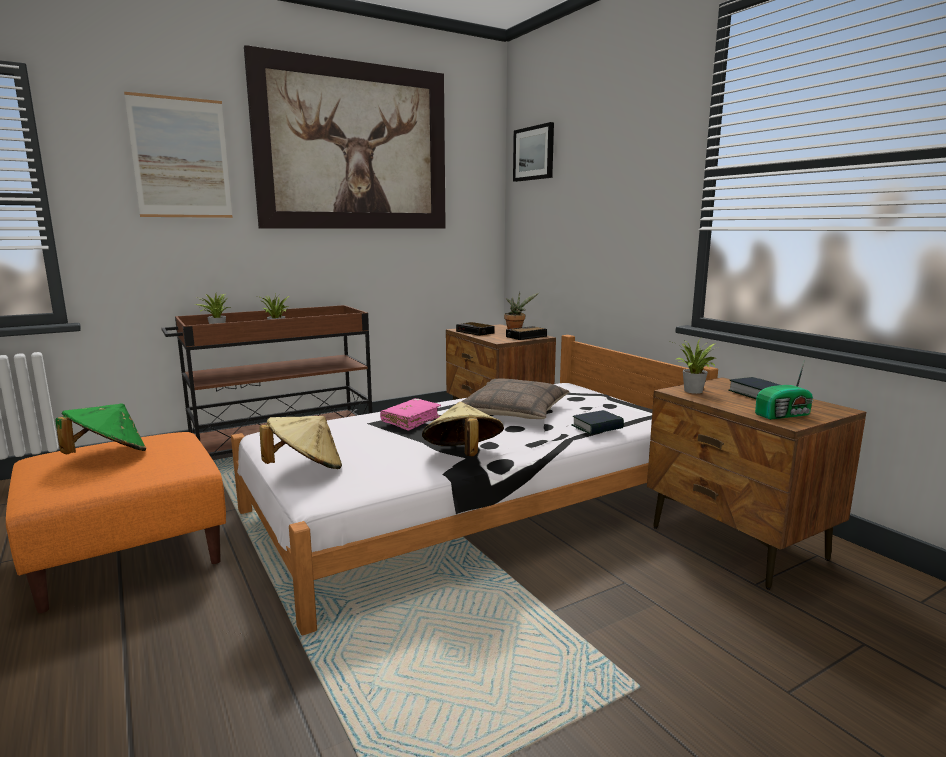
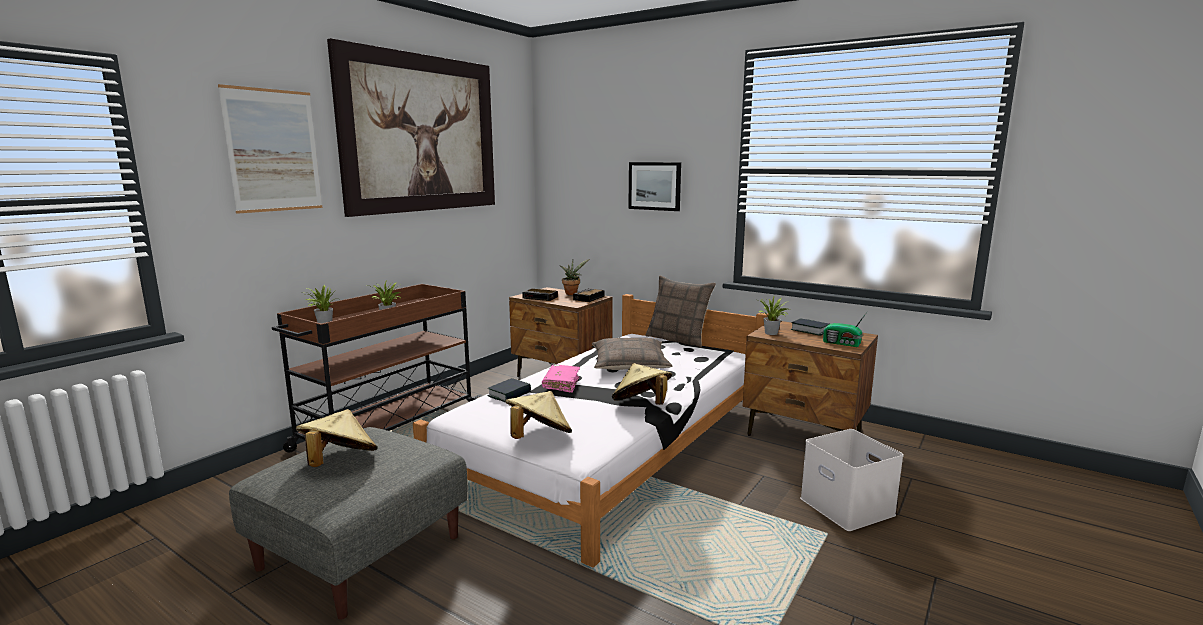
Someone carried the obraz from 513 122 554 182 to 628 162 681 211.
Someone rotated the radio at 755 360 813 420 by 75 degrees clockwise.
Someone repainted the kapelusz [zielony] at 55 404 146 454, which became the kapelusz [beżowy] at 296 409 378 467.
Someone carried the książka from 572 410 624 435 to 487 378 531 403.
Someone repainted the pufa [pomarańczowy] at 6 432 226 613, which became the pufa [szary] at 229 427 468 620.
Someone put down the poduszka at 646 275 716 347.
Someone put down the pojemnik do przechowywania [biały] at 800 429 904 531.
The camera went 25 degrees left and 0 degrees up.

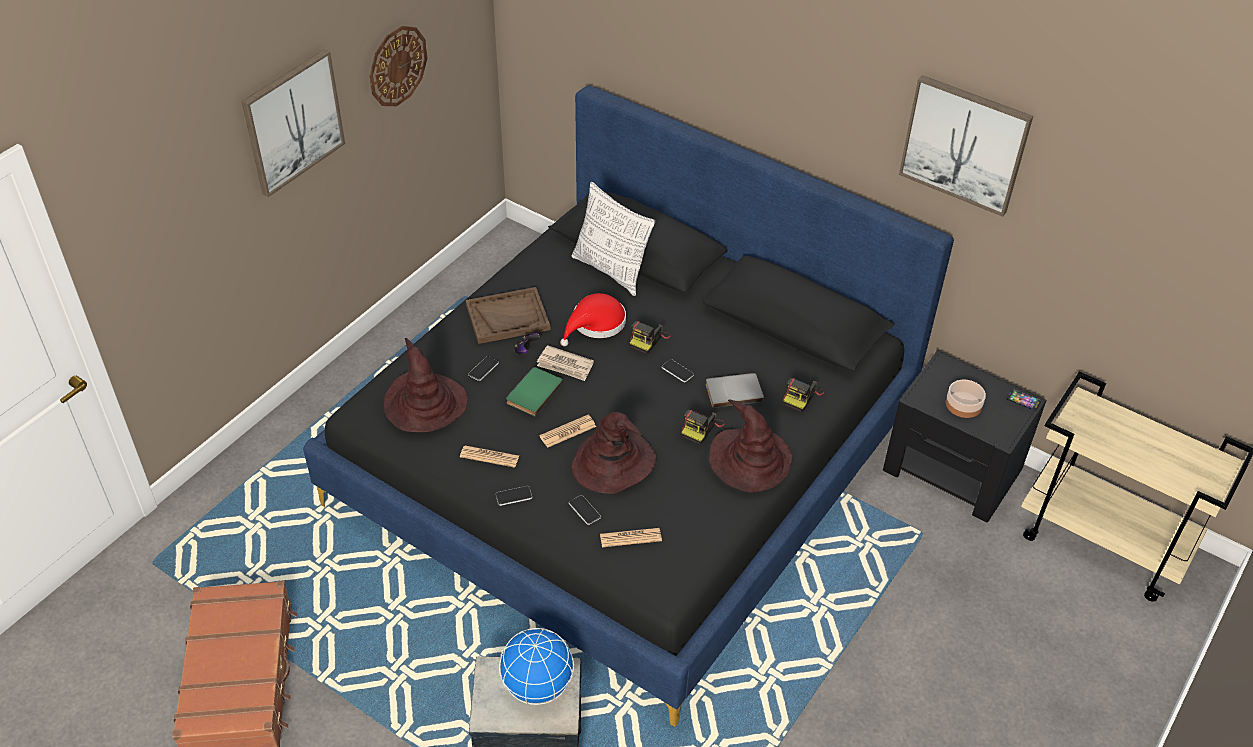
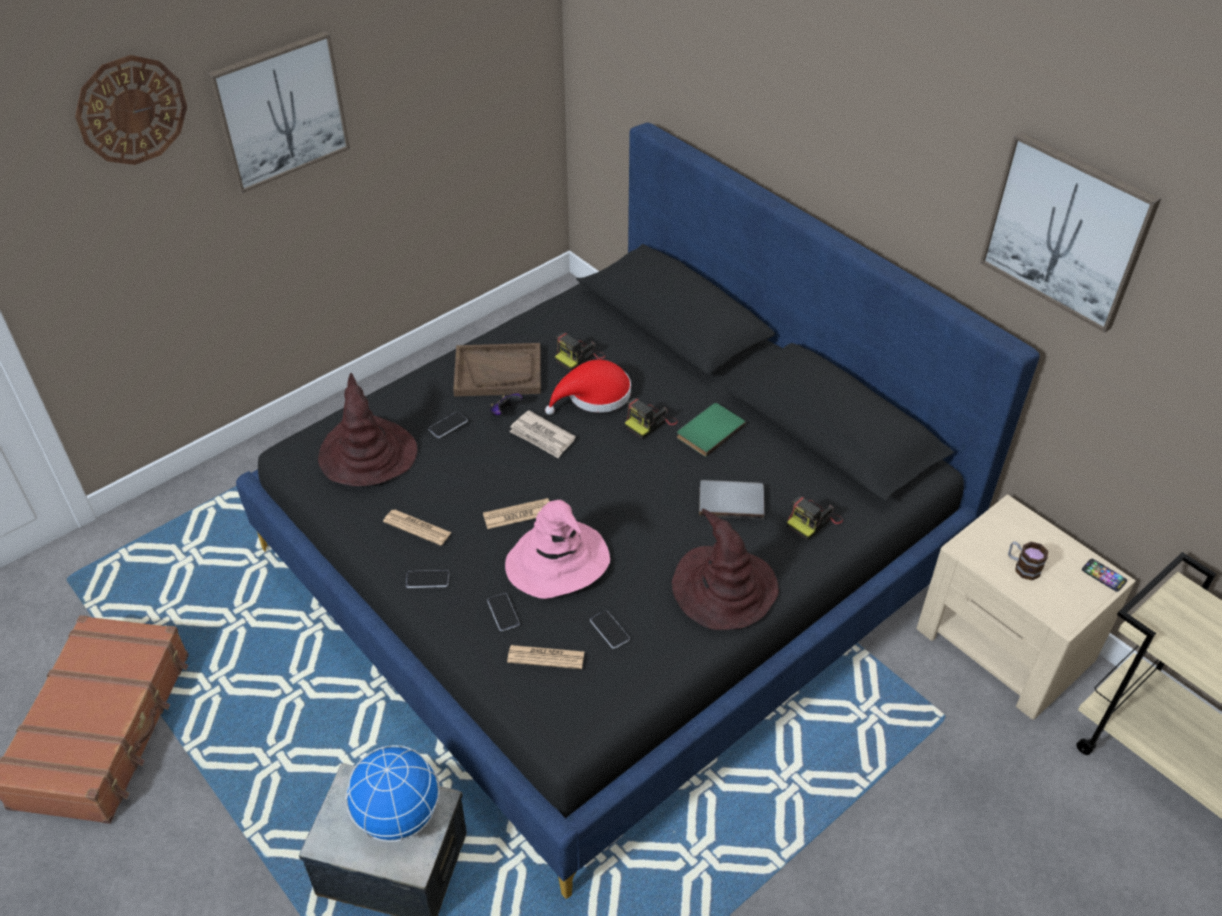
Someone carried the zegar ścienny from 369 26 427 106 to 75 55 187 165.
Someone took away the poduszka at 572 182 655 296.
Someone repainted the szafka nocna [czarny] at 883 350 1047 522, which became the szafka nocna [beżowy] at 916 494 1136 720.
Someone carried the telefon from 661 359 694 382 to 590 610 630 649.
Someone carried the książka [zielony] from 506 367 563 416 to 677 403 746 457.
Someone swapped the miska at 946 380 986 418 for the kubek at 1008 541 1048 580.
Someone carried the aparat fotograficzny from 681 410 725 444 to 555 332 606 371.
Someone repainted the kapelusz [brązowy] at 571 412 656 494, which became the kapelusz [różowy] at 505 500 610 599.
The camera went 15 degrees right and 0 degrees up.

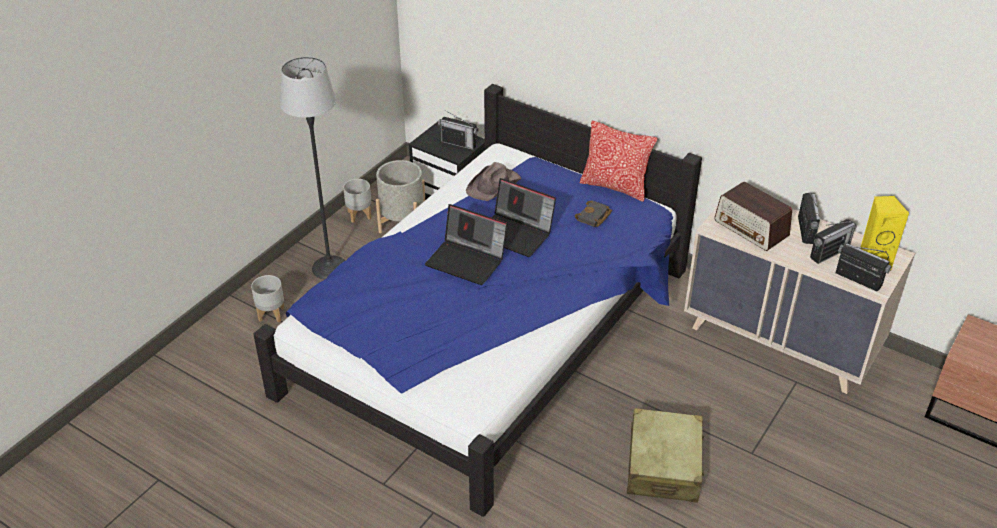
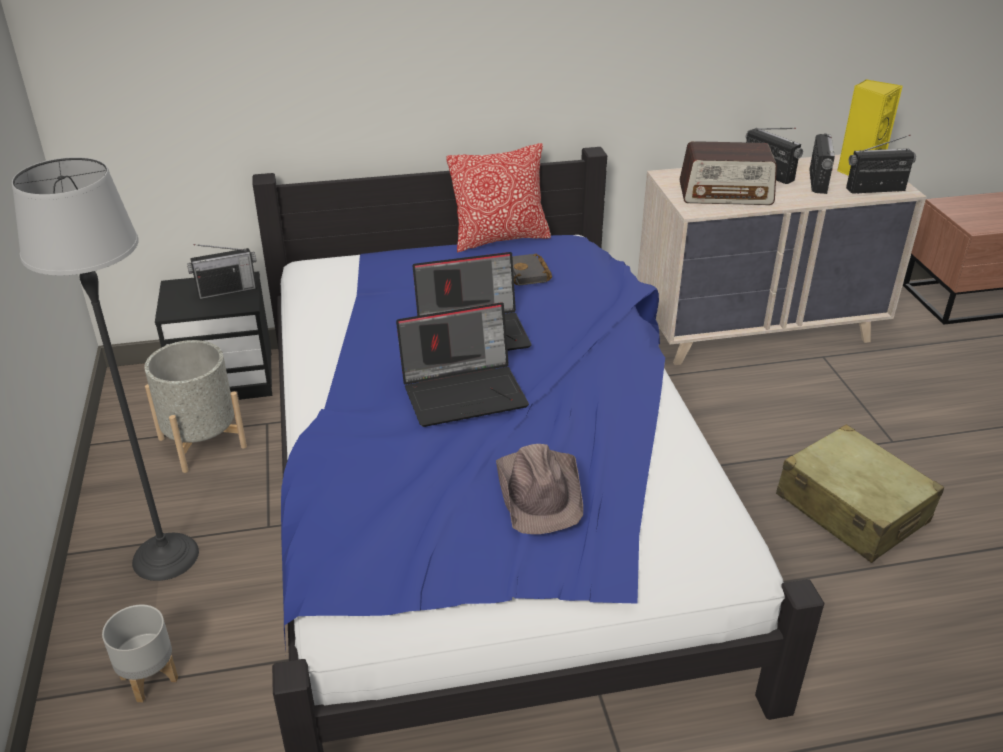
Someone carried the kapelusz [brązowy] from 466 162 521 201 to 496 444 583 534.
Someone took away the donica [szary] at 343 179 371 223.
The camera went 45 degrees left and 5 degrees down.

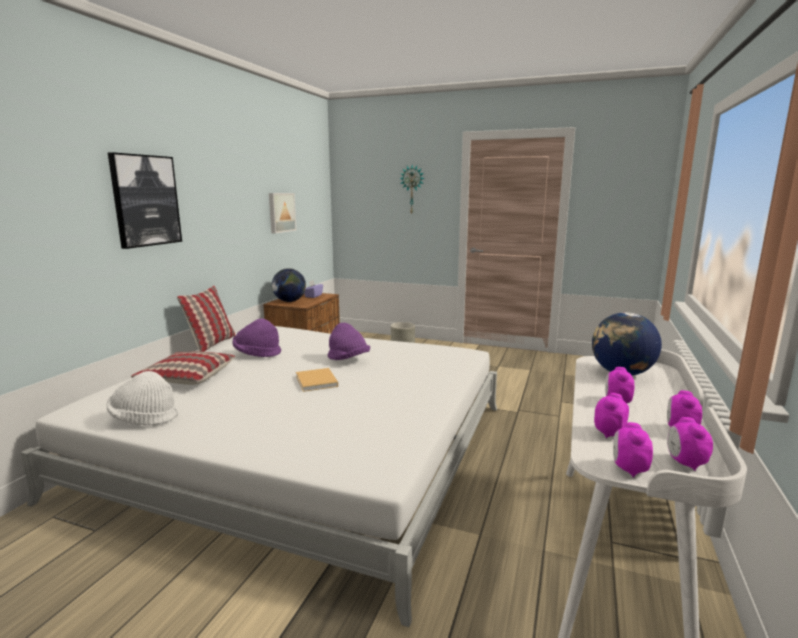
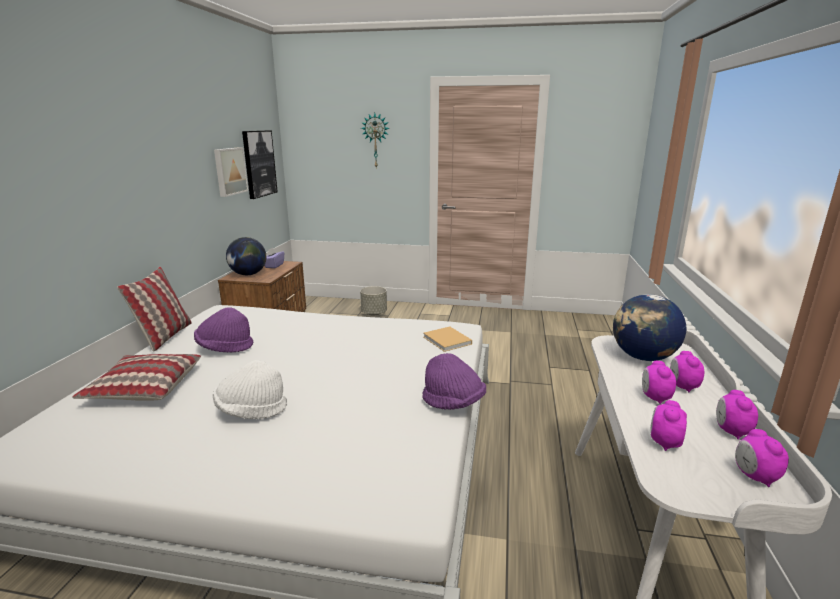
Someone carried the obraz from 108 152 182 249 to 242 130 278 199.
Someone carried the kapelusz [fioletowy] from 327 323 370 360 to 422 353 486 410.
Someone carried the książka [beżowy] from 296 368 338 392 to 424 326 472 352.
Someone carried the kapelusz [biały] from 106 371 179 425 to 213 360 287 419.
Someone carried the budzik from 613 422 653 477 to 670 351 704 392.
The camera went 10 degrees left and 5 degrees up.

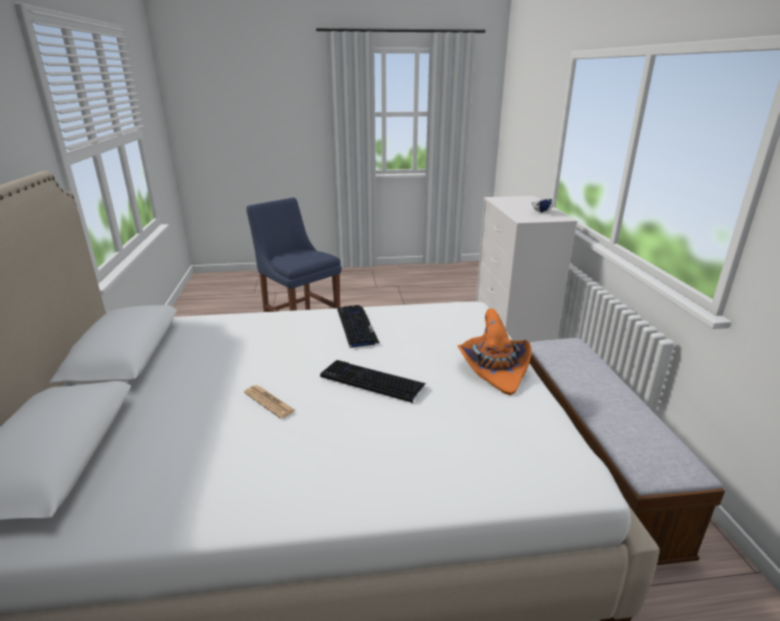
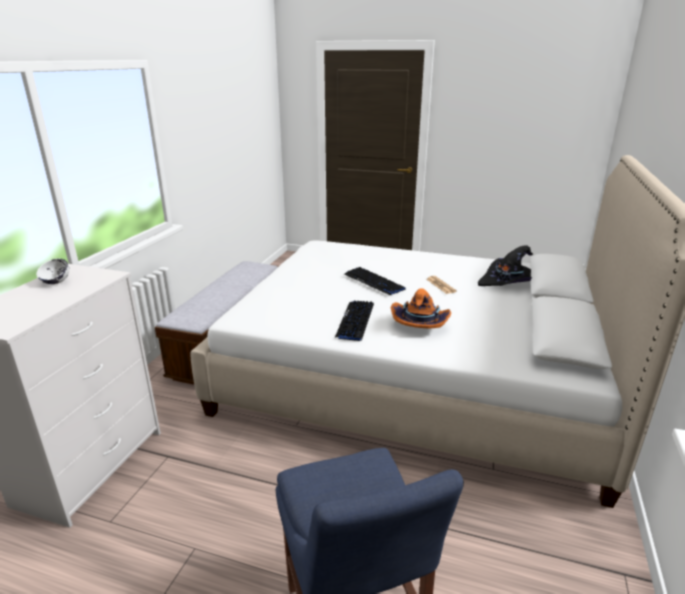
Someone carried the kapelusz [pomarańczowy] from 457 309 532 395 to 391 288 451 329.
Someone put down the kapelusz [czarny] at 478 246 533 286.
The camera went 155 degrees left and 0 degrees up.

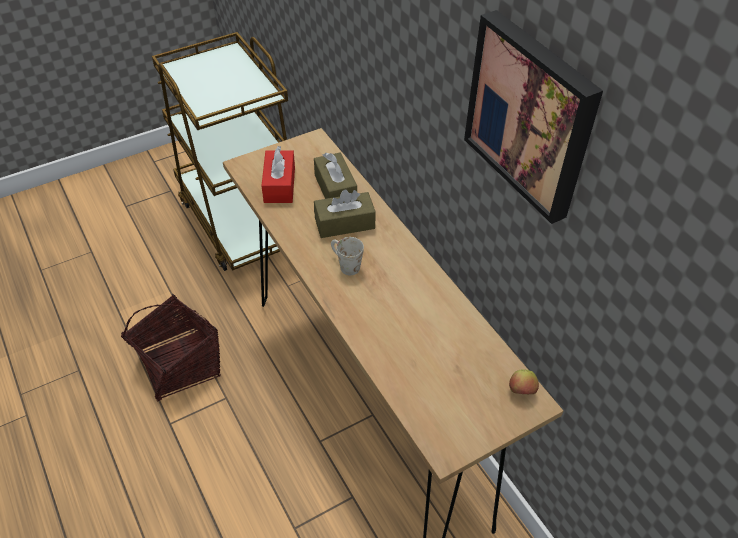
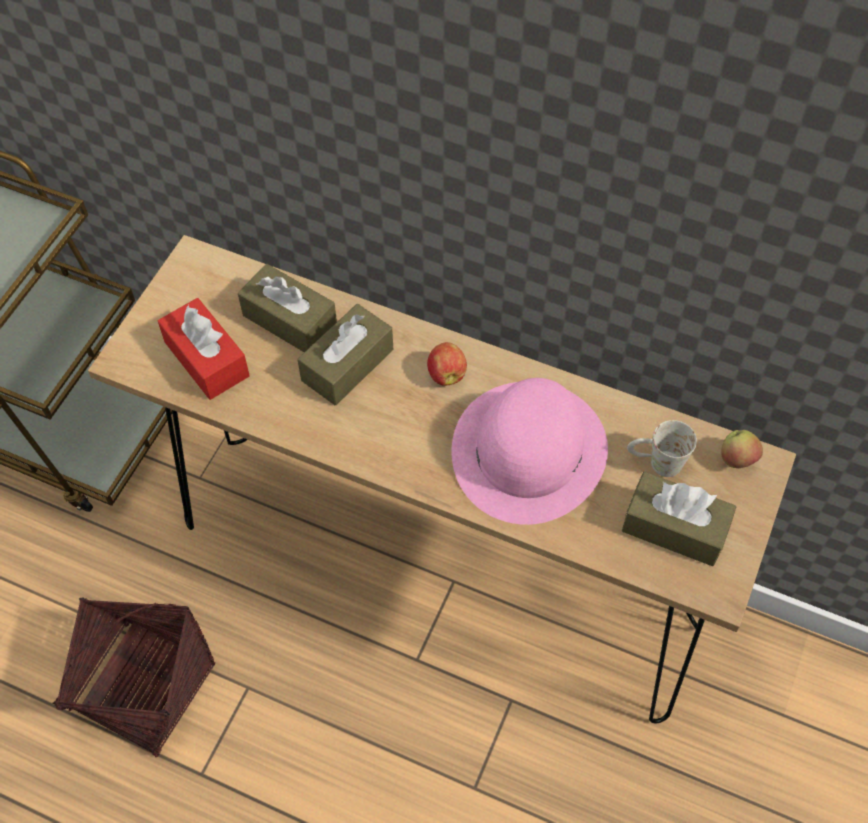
Someone took away the obraz at 464 10 603 224.
Someone carried the kubek [biały] from 331 237 364 275 to 627 420 697 477.
Someone put down the jabłko at 427 342 467 386.
Someone put down the kapelusz [różowy] at 452 378 608 525.
Someone put down the pudełko chusteczek [brązowy] at 622 472 736 566.
The camera went 35 degrees left and 10 degrees up.

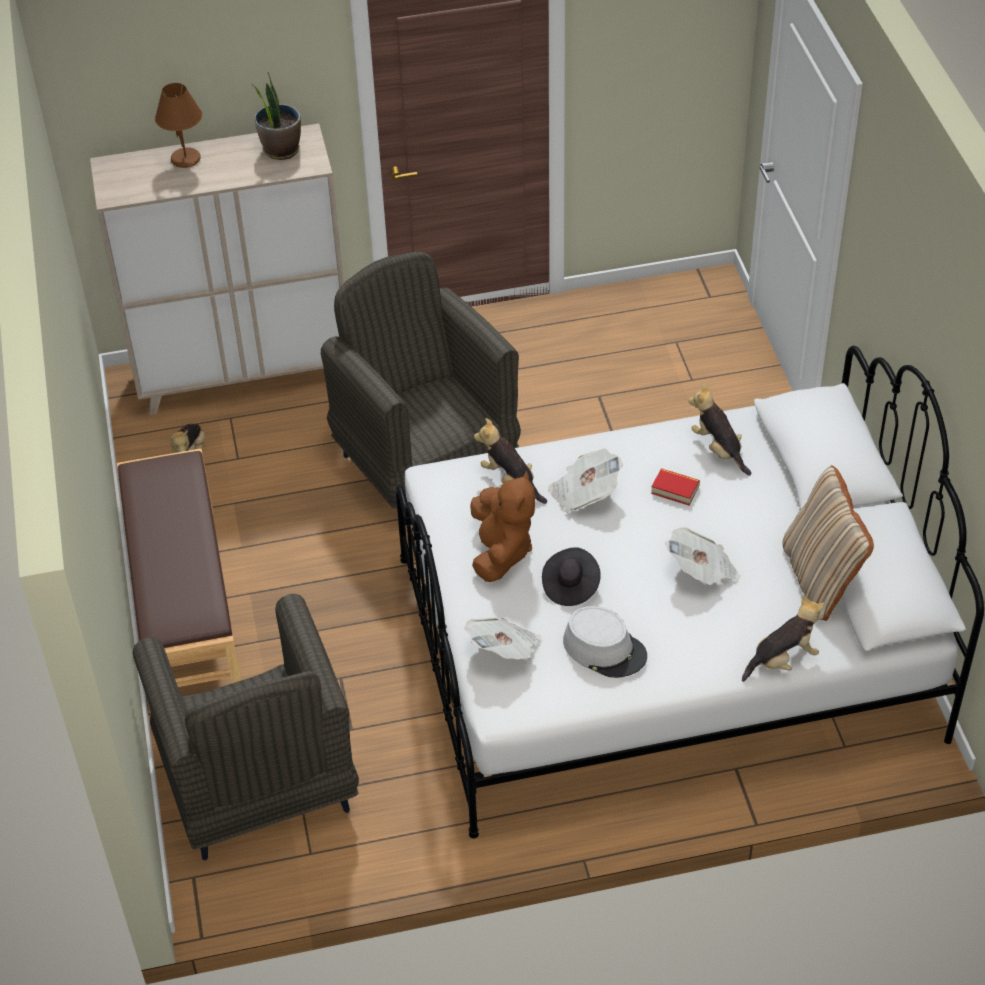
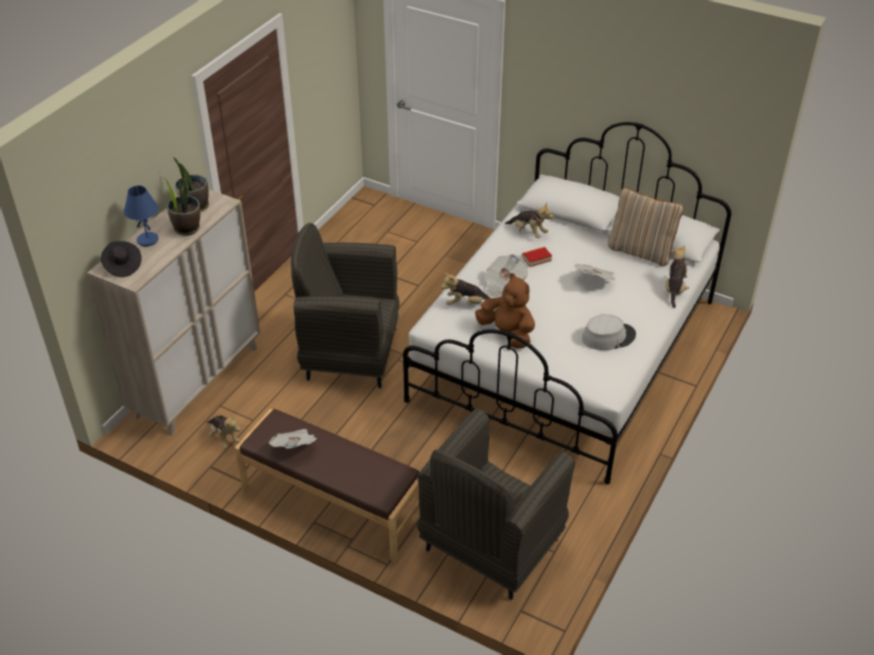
Someone repainted the lampa stołowa [brązowy] at 155 83 202 168, which became the lampa stołowa [niebieski] at 124 186 159 246.
Someone rotated the pluszak at 688 383 751 476 by 150 degrees counterclockwise.
Someone carried the kapelusz [czarny] from 542 547 601 606 to 101 241 142 277.
Someone rotated the fotel [szary] at 133 594 359 860 by 105 degrees clockwise.
Someone carried the gazeta from 465 618 542 660 to 269 429 317 449.
Someone put down the roślina doniczkowa at 165 173 200 236.
The camera went 50 degrees left and 5 degrees down.

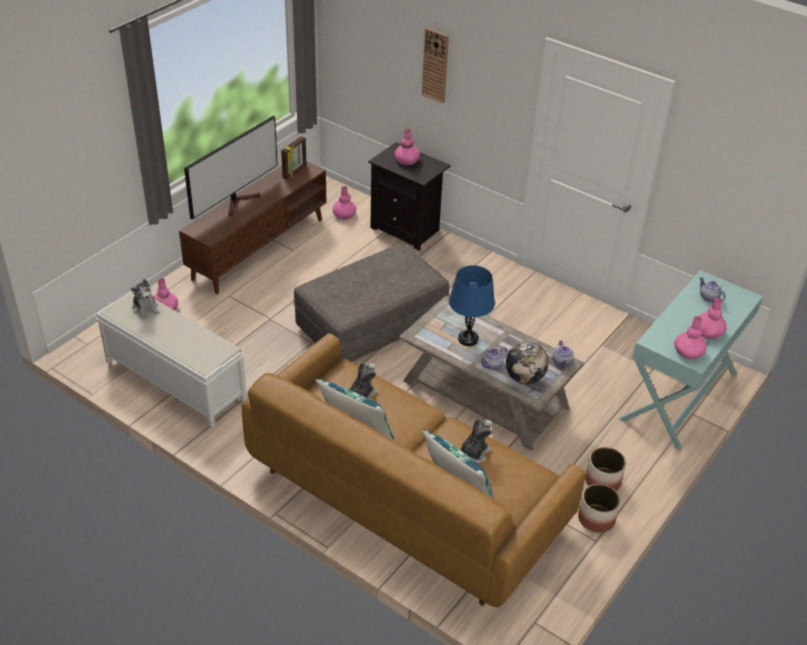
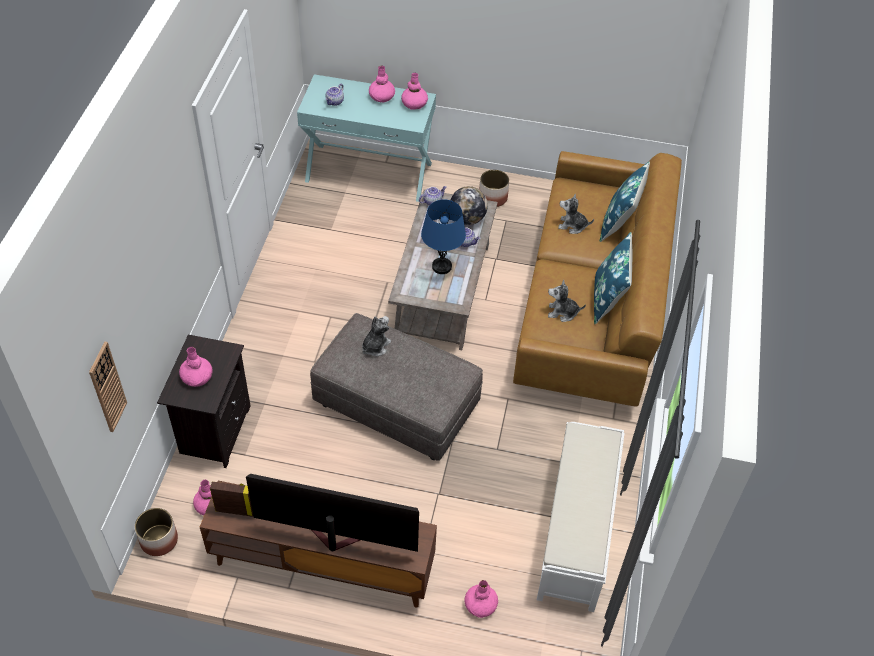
Someone carried the zegar ścienny from 422 28 449 103 to 89 342 127 432.
Someone carried the pluszak from 130 279 159 319 to 362 316 391 356.
Someone carried the donica from 578 484 620 533 to 135 508 178 556.
The camera went 115 degrees left and 10 degrees up.

